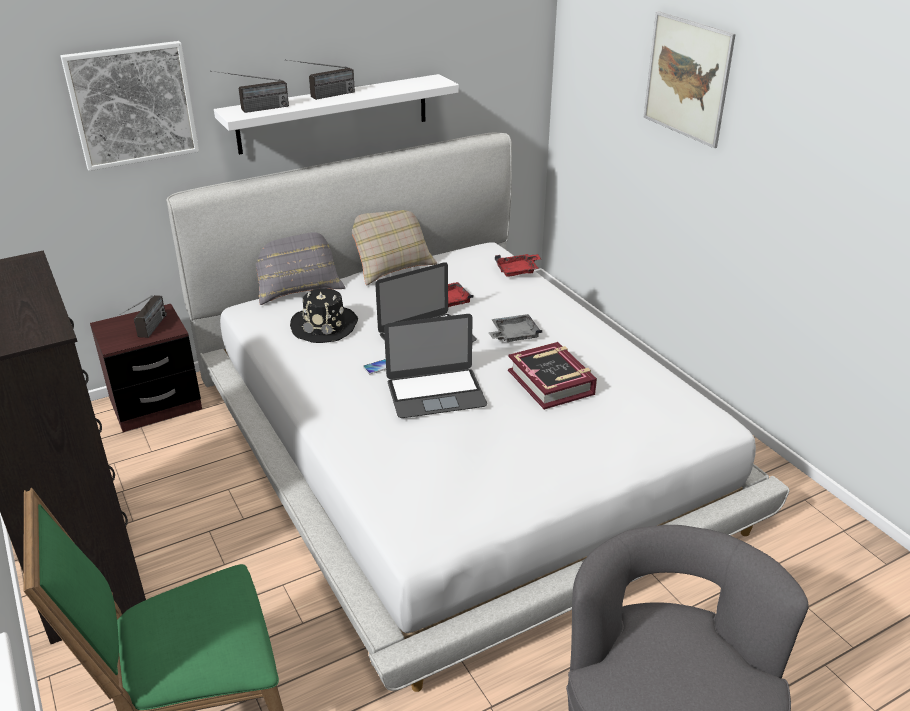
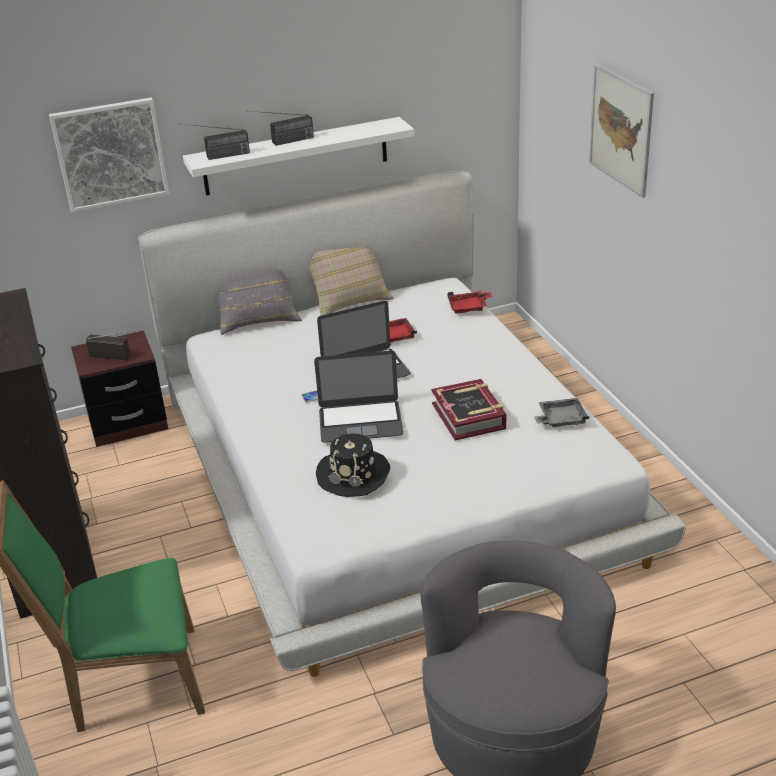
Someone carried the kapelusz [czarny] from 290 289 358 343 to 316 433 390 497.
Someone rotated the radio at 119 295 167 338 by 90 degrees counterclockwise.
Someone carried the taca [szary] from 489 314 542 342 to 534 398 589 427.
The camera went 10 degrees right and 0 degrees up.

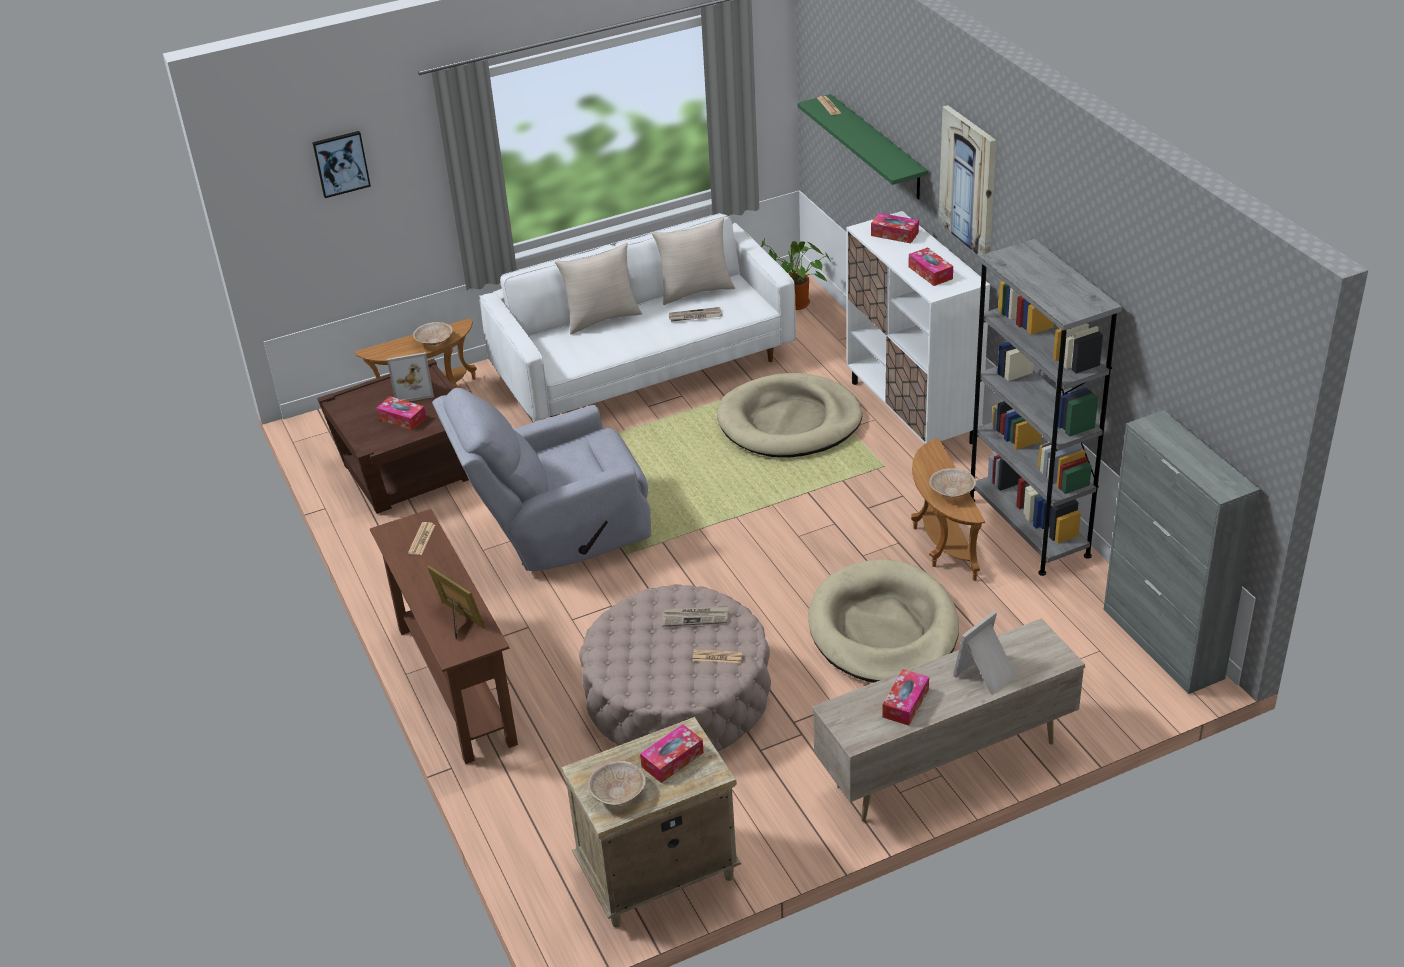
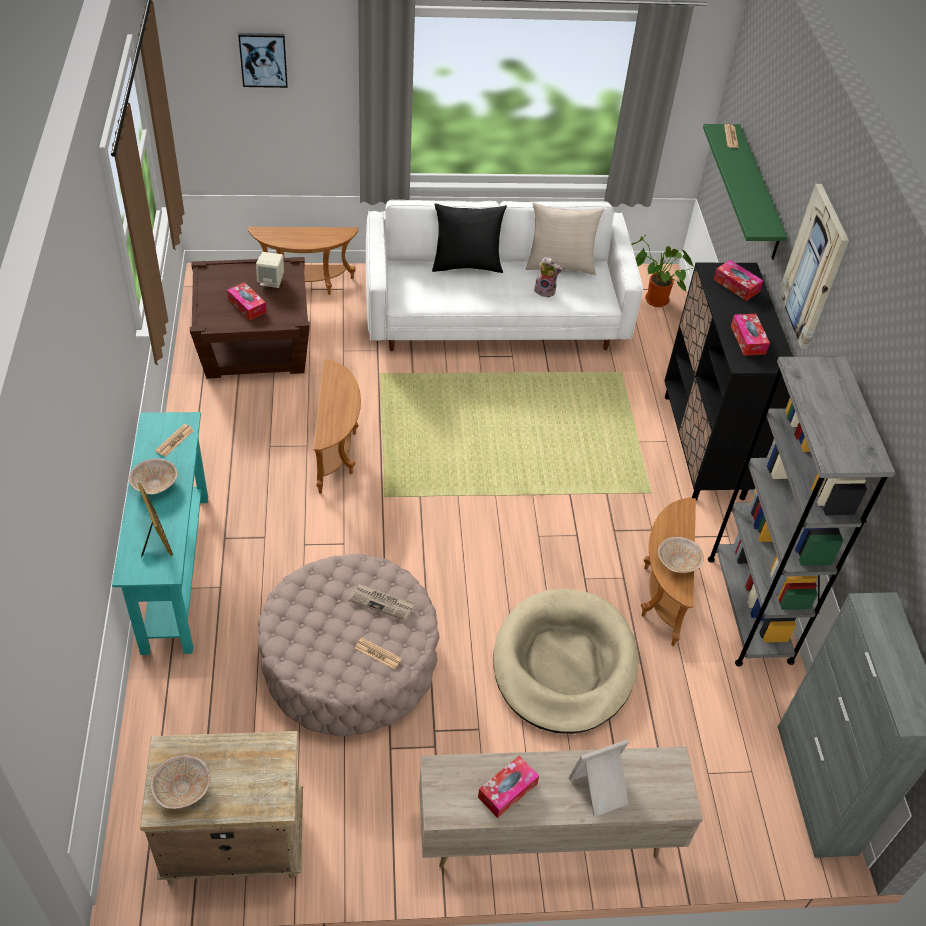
Someone repainted the szafka [biały] at 846 211 990 444, which became the szafka [czarny] at 664 263 793 501.
Someone repainted the poduszka [beżowy] at 555 242 642 334, which became the poduszka [czarny] at 432 204 507 273.
Someone swapped the gazeta at 669 307 722 322 for the pluszak at 534 257 563 297.
Someone carried the miska [beżowy] from 413 322 453 345 to 129 458 178 495.
Someone swapped the ramka na zdjęcie at 387 352 434 402 for the głośnik [beżowy] at 256 252 284 288.
Someone took away the legowisko [beżowy] at 717 373 862 458.
Someone swapped the fotel [szary] at 432 388 651 571 for the stolik [brązowy] at 313 359 361 494.
Someone repainted the stolik konsolowy [brązowy] at 370 509 518 764, which became the stolik konsolowy [turkusowy] at 112 412 208 655.
Someone took away the pudełko chusteczek at 640 724 704 783.
The camera went 15 degrees right and 10 degrees up.

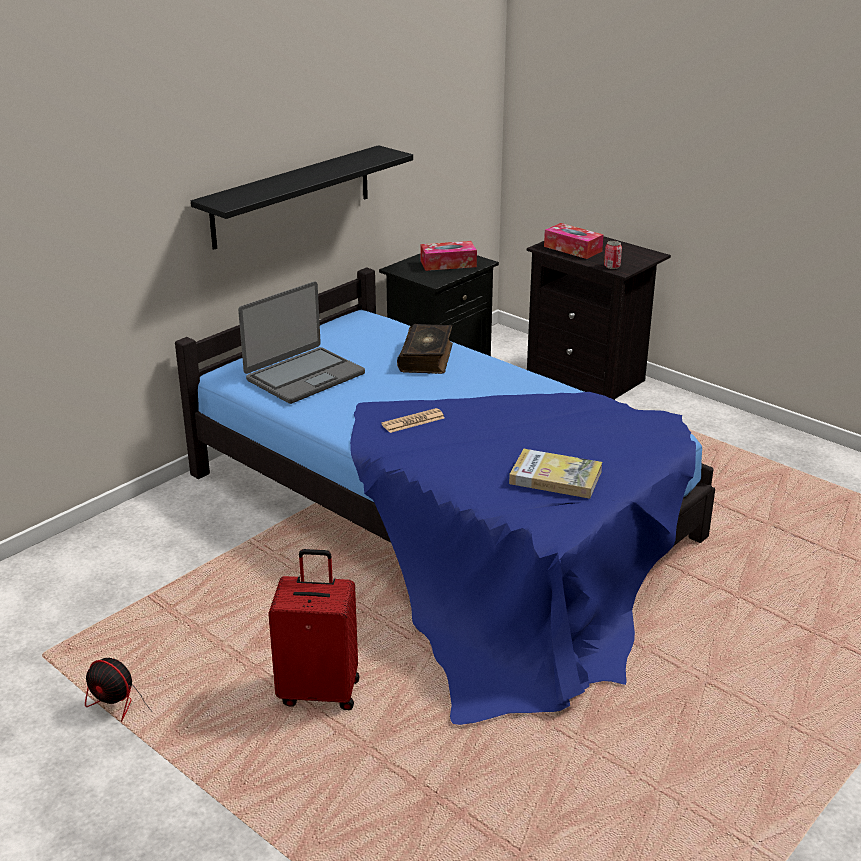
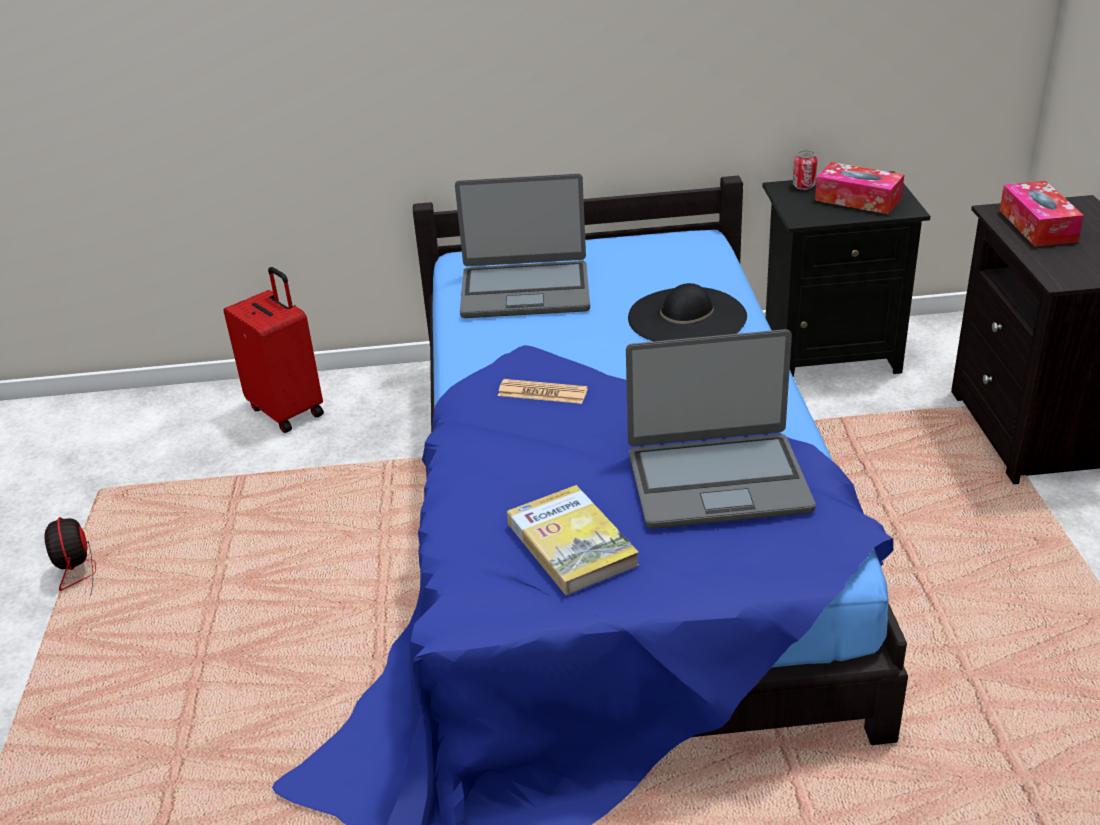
Someone took away the półka [czarny] at 191 145 413 250.
Someone carried the puszka from 604 241 622 269 to 793 150 817 190.
Someone swapped the książka at 397 324 453 374 for the kapelusz [czarny] at 628 283 747 341.
Someone carried the walizka [czerwony] from 268 549 359 710 to 224 267 324 433.
Someone put down the laptop at 626 329 815 529.
The camera went 45 degrees right and 5 degrees up.

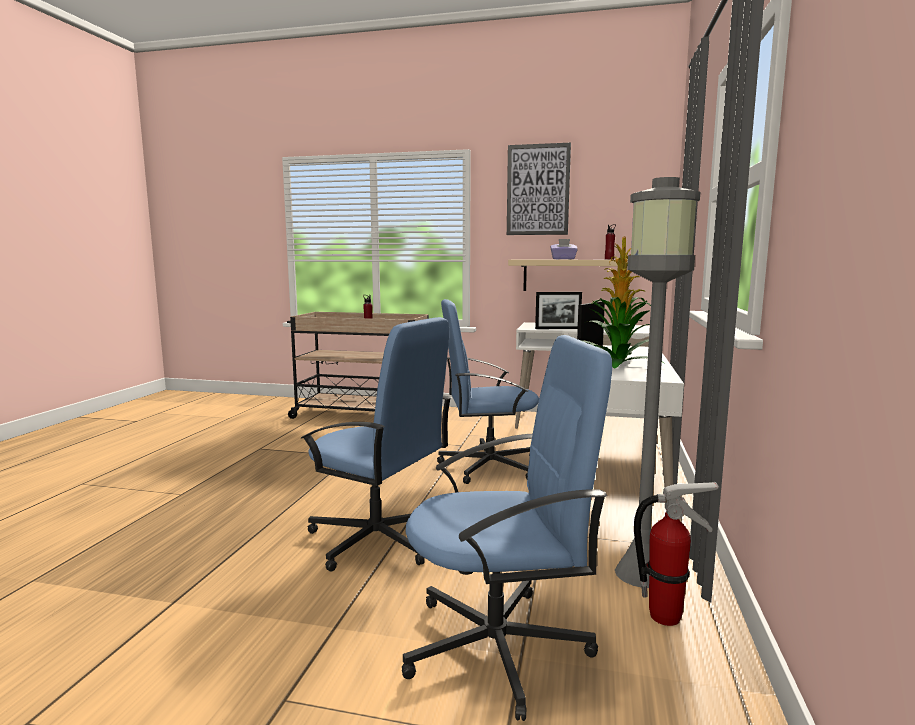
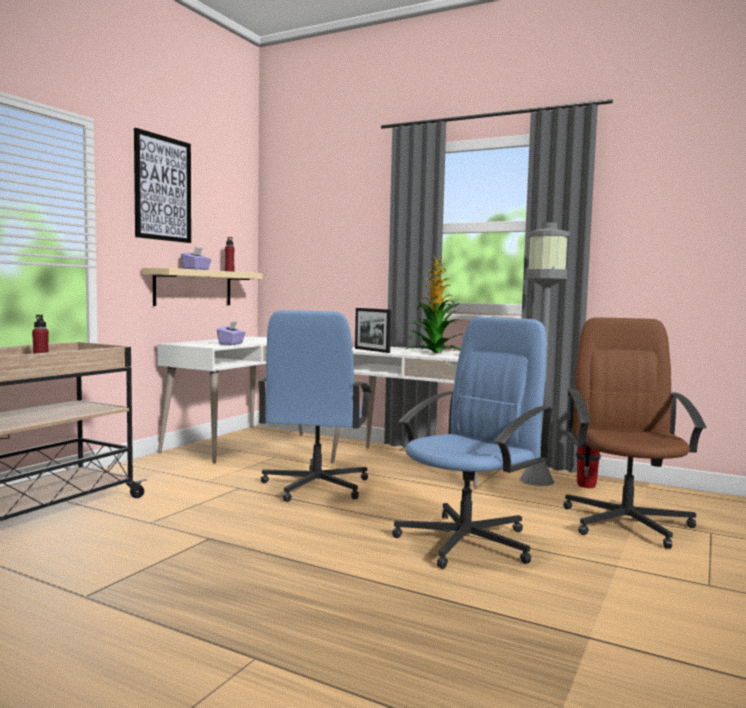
Someone swapped the ramka na zdjęcie at 535 292 582 329 for the pudełko chusteczek [fioletowy] at 217 321 245 345.
Someone repainted the krzesło biurowe [niebieski] at 402 335 612 721, which became the krzesło biurowe [brązowy] at 563 317 706 549.
The camera went 75 degrees left and 5 degrees down.

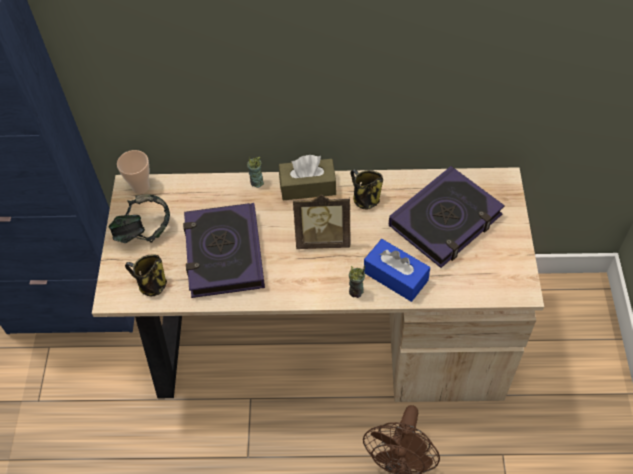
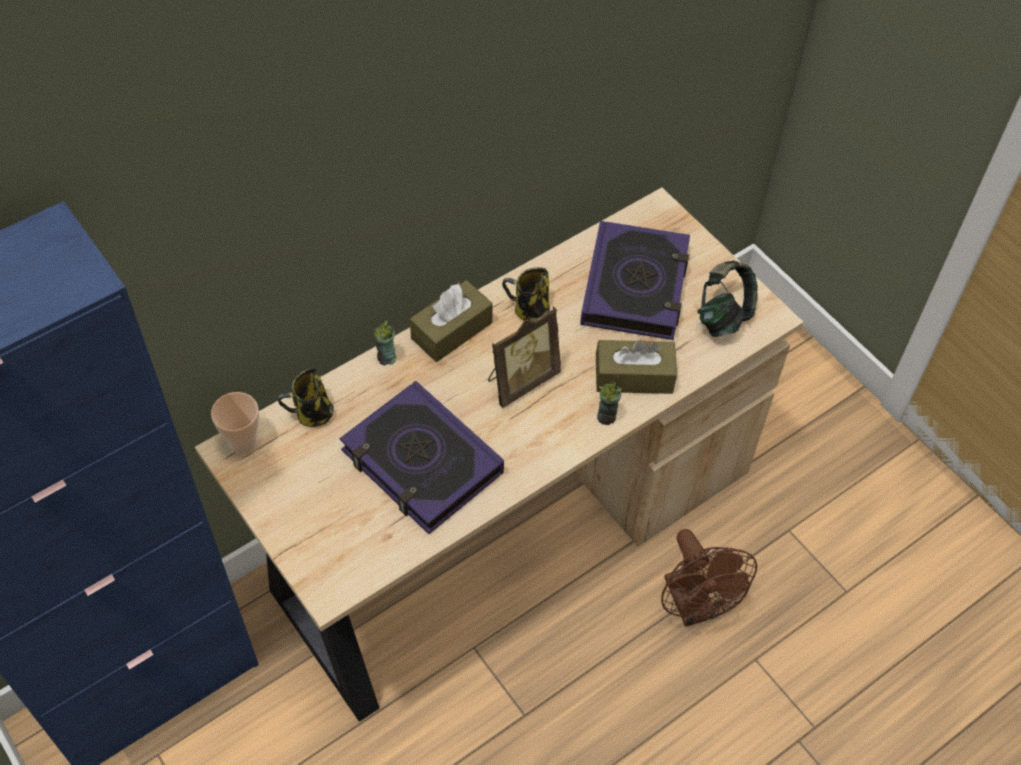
Someone carried the słuchawki from 109 194 170 243 to 698 260 758 337.
Someone repainted the pudełko chusteczek [niebieski] at 364 239 430 302, which became the pudełko chusteczek [brązowy] at 596 340 677 394.
Someone carried the kubek from 125 254 167 296 to 277 368 334 427.
The camera went 40 degrees left and 0 degrees up.

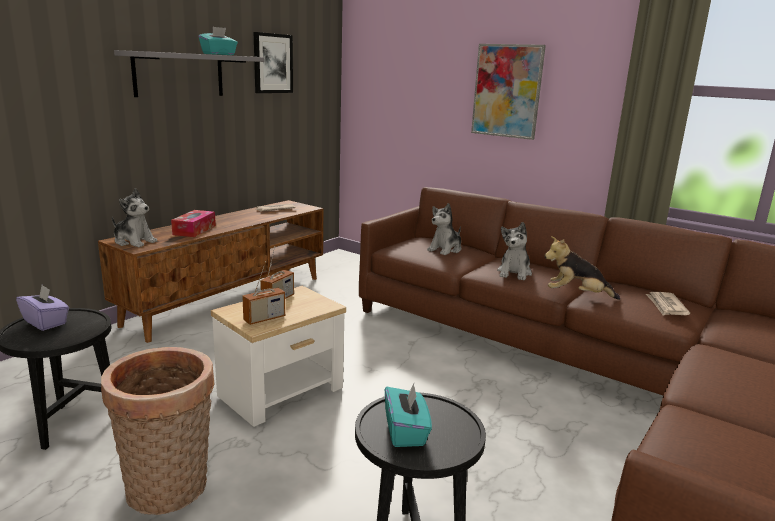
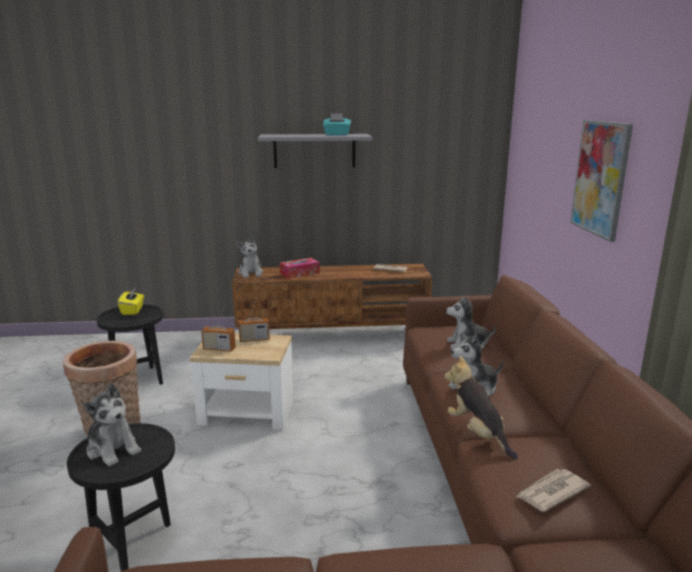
Someone took away the obraz at 254 32 293 93.
Someone repainted the pudełko chusteczek [fioletowy] at 16 285 69 331, which became the pudełko chusteczek [żółty] at 118 287 144 315.
Someone swapped the pudełko chusteczek [turkusowy] at 385 383 432 447 for the pluszak at 83 383 141 467.
The camera went 50 degrees right and 0 degrees up.

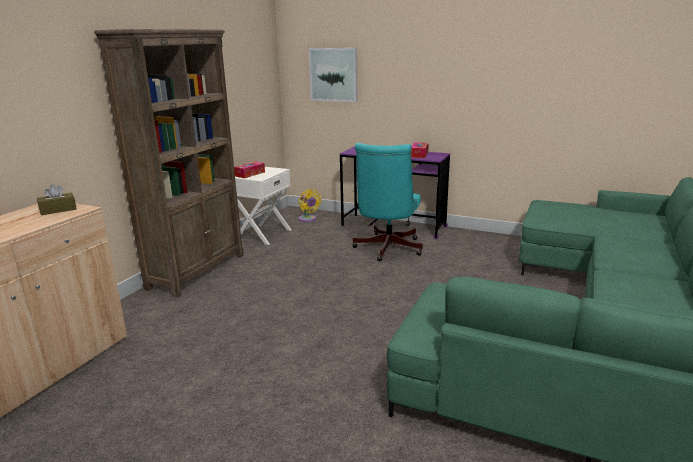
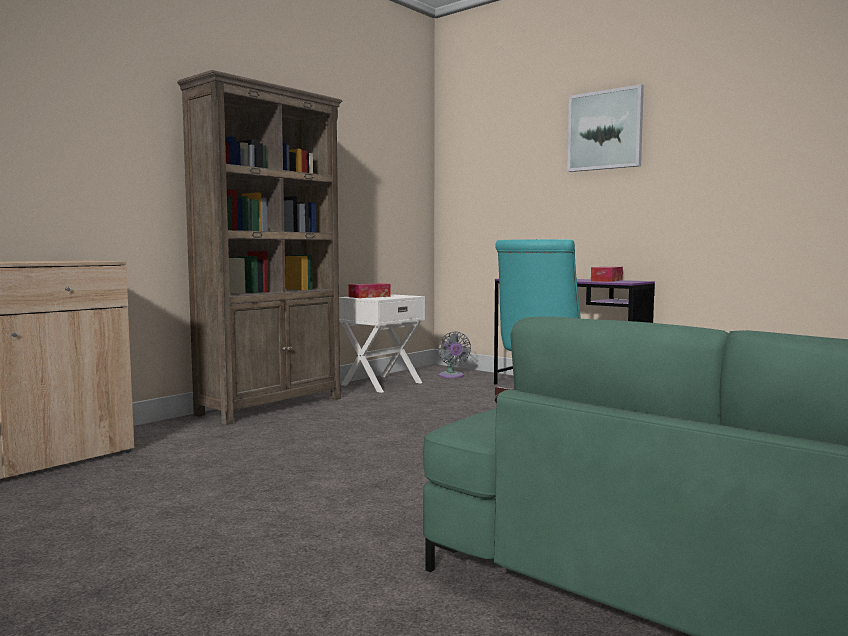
Someone carried the obraz from 309 48 358 102 to 567 84 644 172.
Someone took away the pudełko chusteczek [brązowy] at 37 184 77 215.
Someone repainted the wentylator [żółty] at 299 189 321 222, which became the wentylator [szary] at 438 331 471 378.
The camera went 15 degrees right and 15 degrees down.

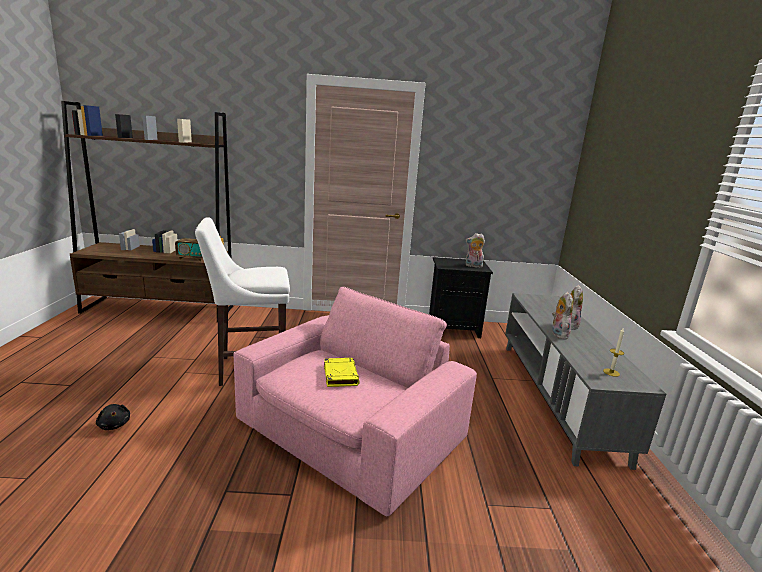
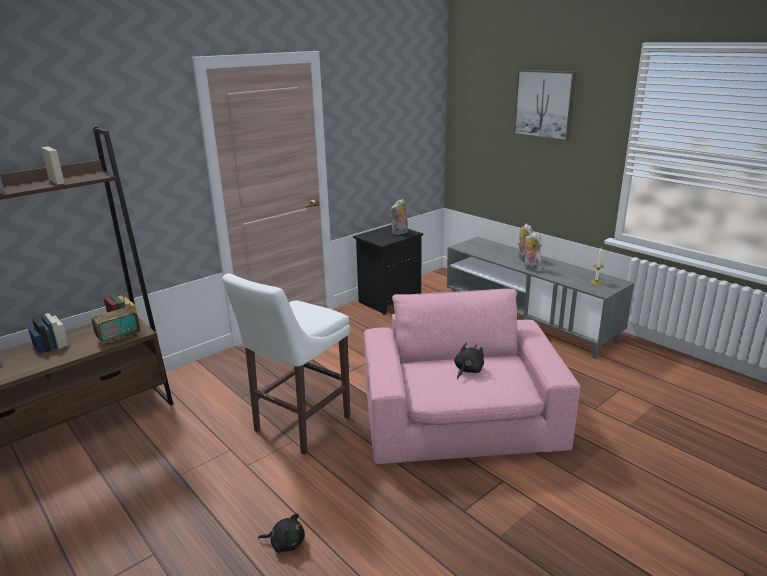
Someone swapped the książka [żółty] at 324 358 360 387 for the pluszak [czarny] at 454 343 484 379.
Someone put up the obraz at 513 70 576 141.
The camera went 40 degrees left and 5 degrees up.

